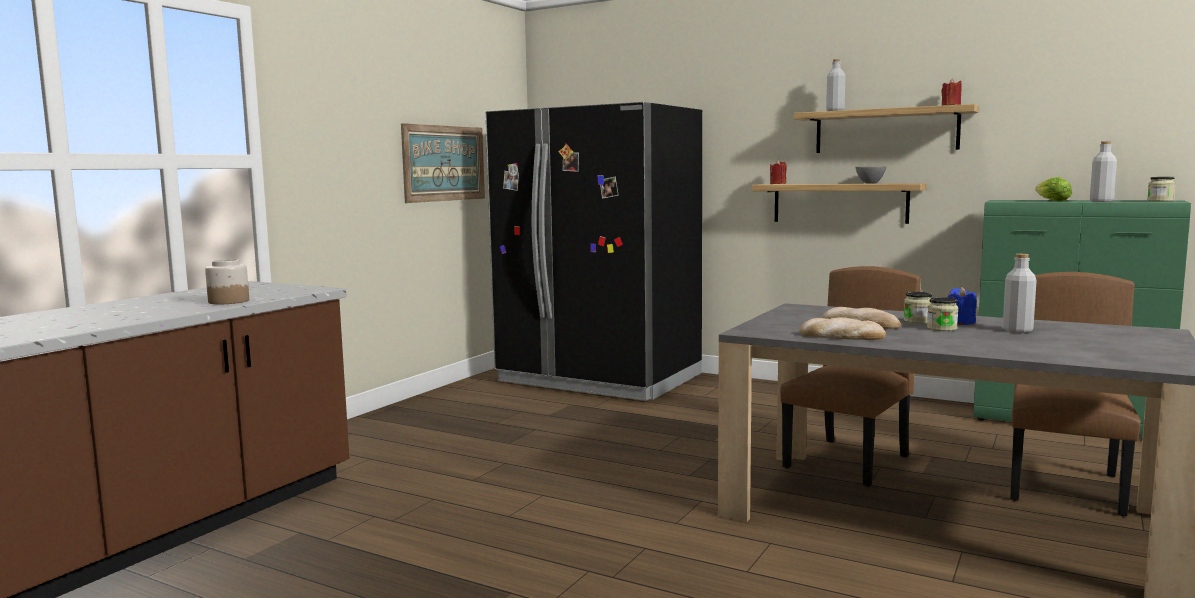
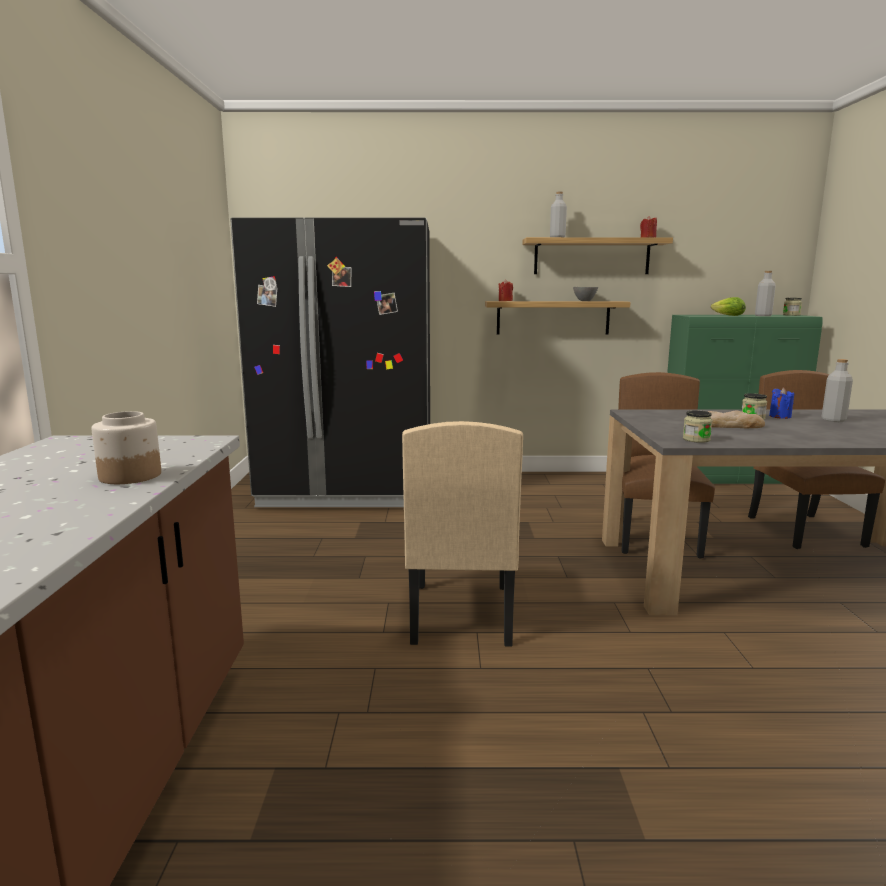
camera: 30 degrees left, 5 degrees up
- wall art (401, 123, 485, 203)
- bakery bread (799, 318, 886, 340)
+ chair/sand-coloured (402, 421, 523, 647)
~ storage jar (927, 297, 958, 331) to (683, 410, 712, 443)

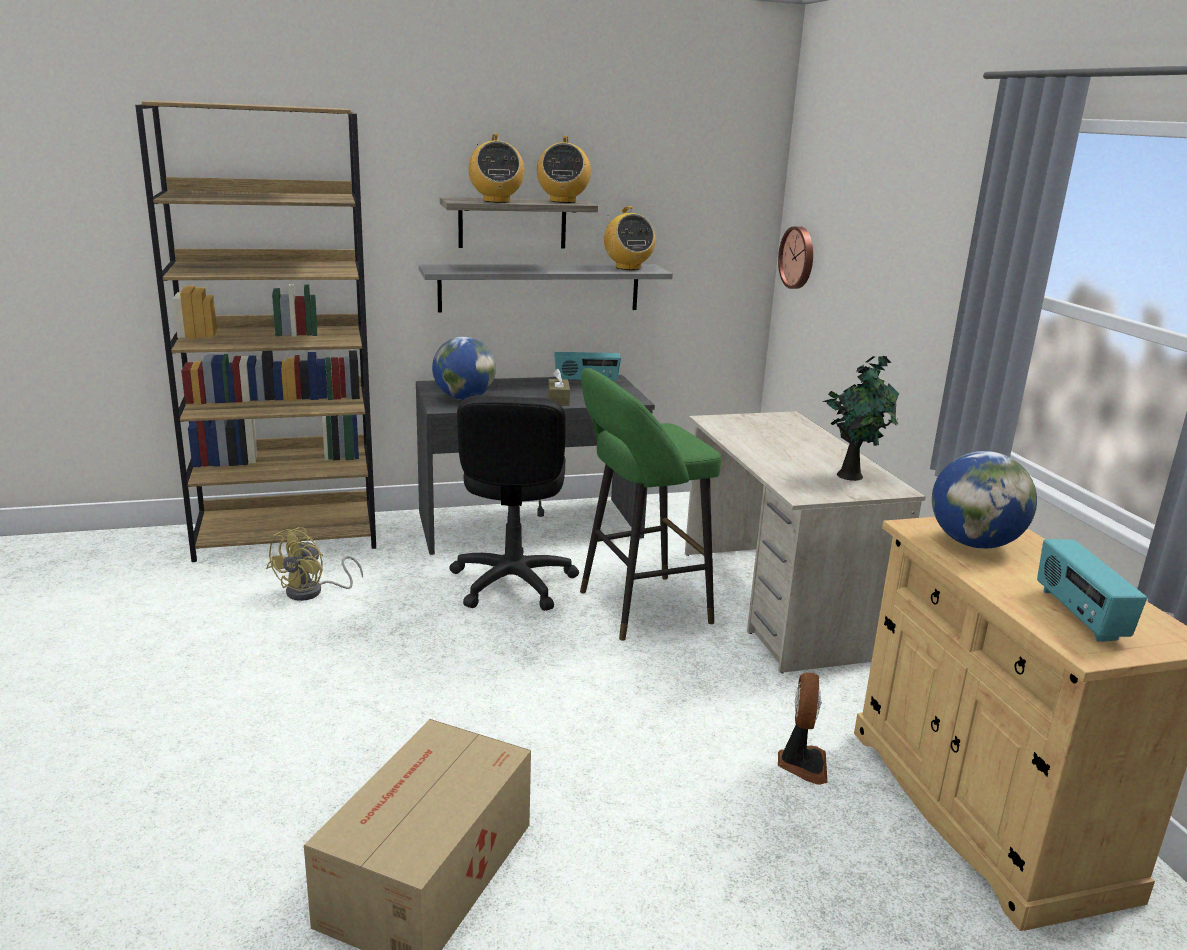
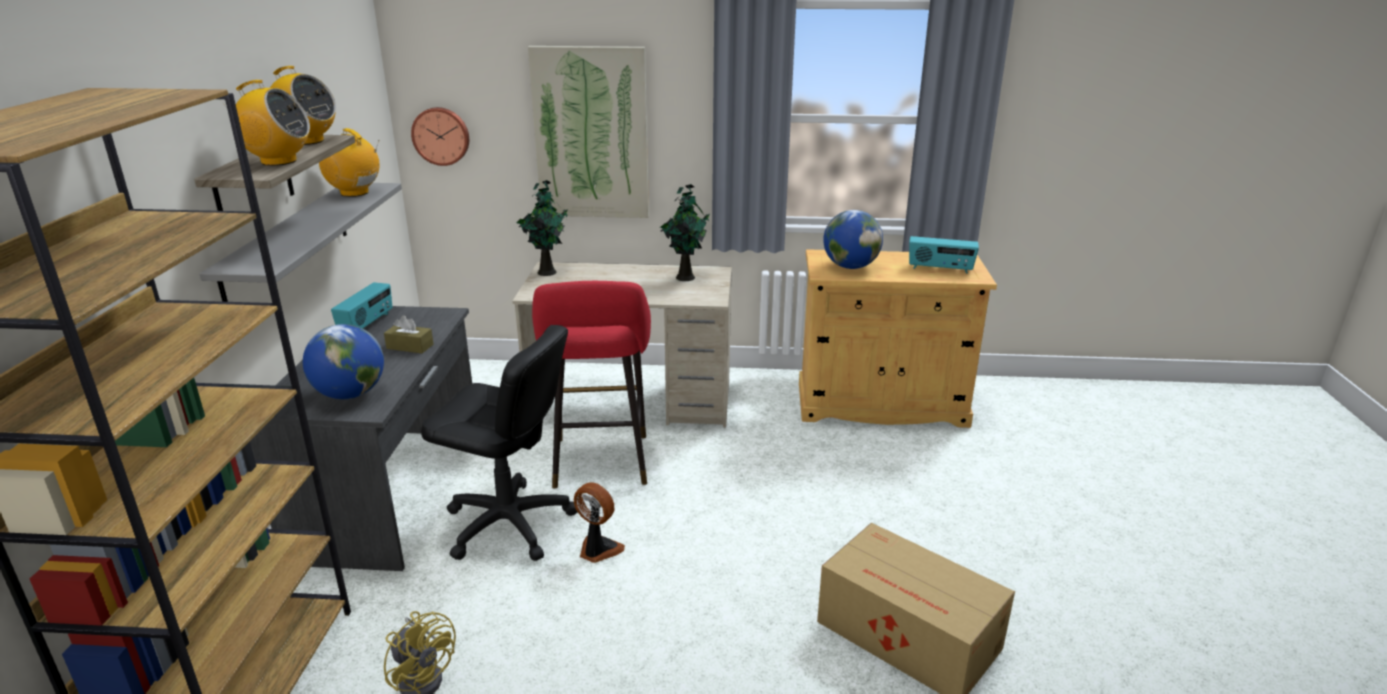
camera: 70 degrees left, 5 degrees up
+ houseplant (516, 180, 568, 276)
+ wall art (528, 46, 649, 218)
~ fan (778, 673, 828, 785) to (574, 482, 625, 563)
~ stool/green (580, 368, 721, 641) to stool/reddish (532, 281, 651, 489)
~ radio (604, 207, 656, 270) = (319, 128, 380, 197) 150 degrees counterclockwise

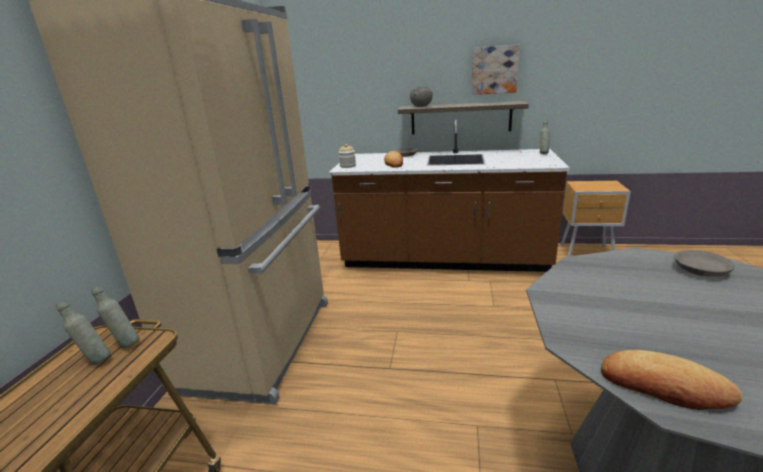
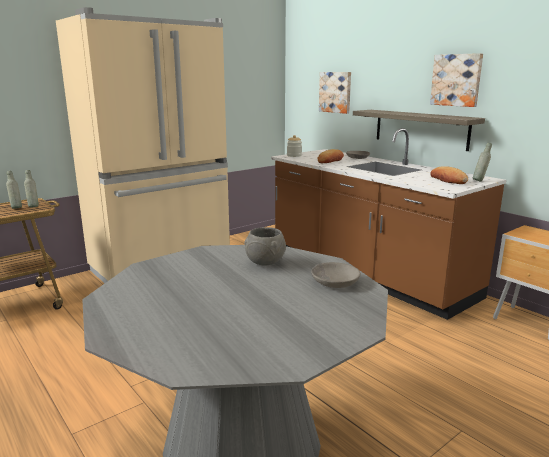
camera: 40 degrees right, 5 degrees down
+ wall art (319, 72, 351, 114)
~ bowl/greyish (410, 87, 433, 107) to (244, 227, 286, 265)
~ bakery bread (601, 350, 743, 410) to (430, 166, 468, 184)

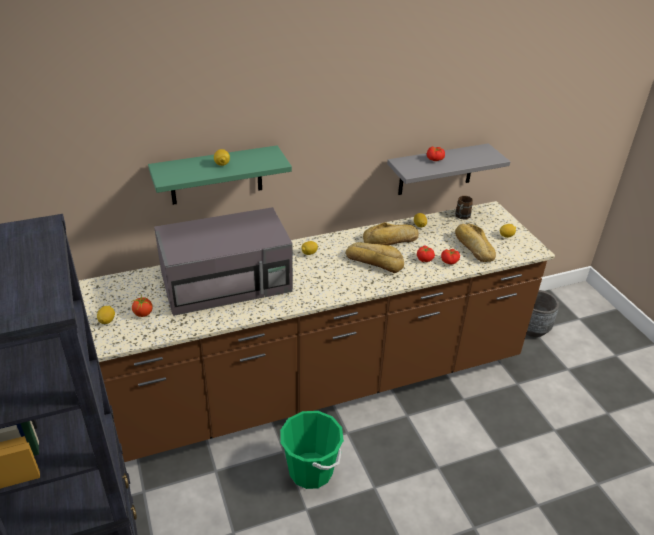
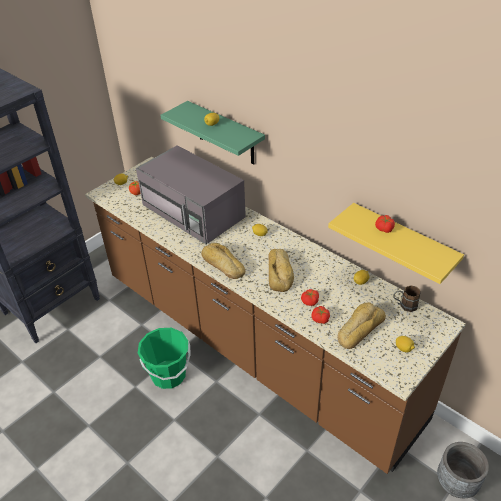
camera: 65 degrees right, 5 degrees up
~ bakery bread (363, 222, 419, 245) to (201, 243, 245, 279)
~ shelf/greyish (387, 143, 511, 195) to shelf/yellowish (328, 203, 464, 284)

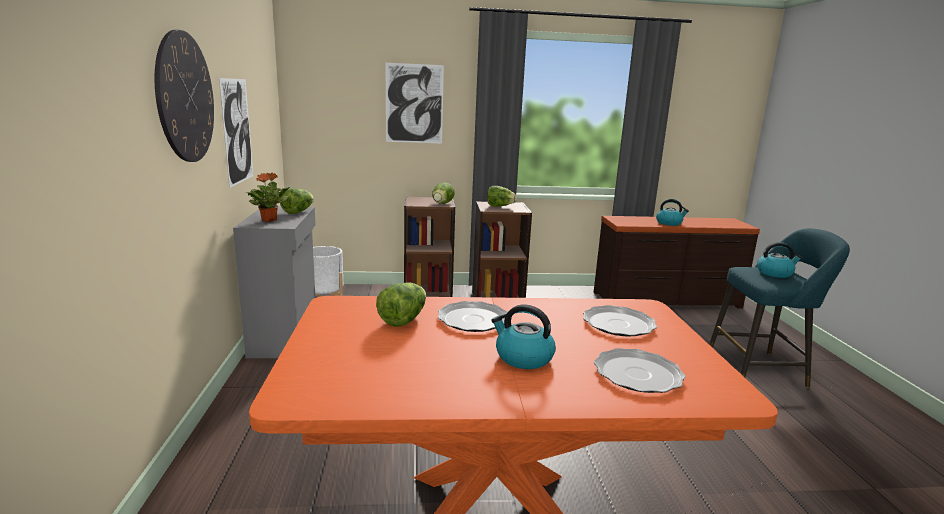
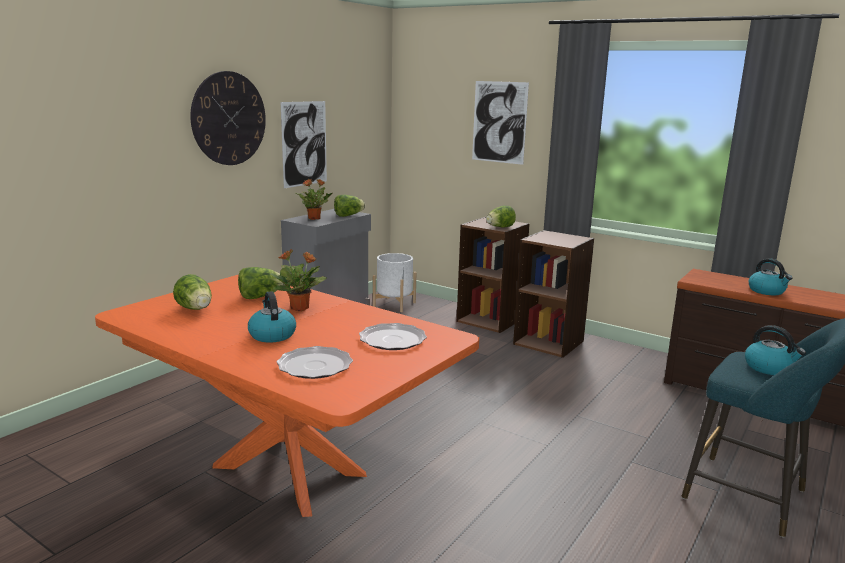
camera: 40 degrees right, 0 degrees up
~ lettuce (487, 186, 517, 207) to (173, 274, 212, 310)
~ plate (438, 301, 508, 332) to houseplant (270, 249, 327, 311)

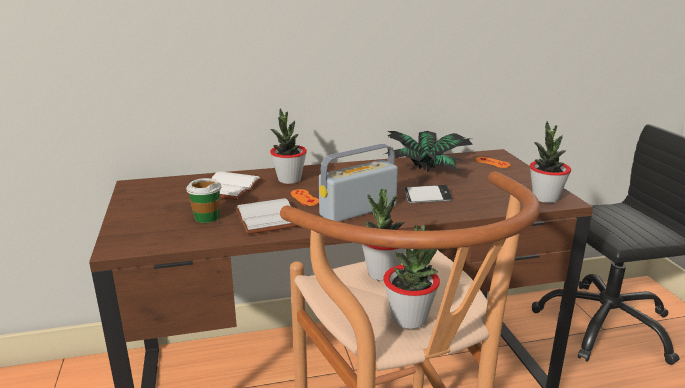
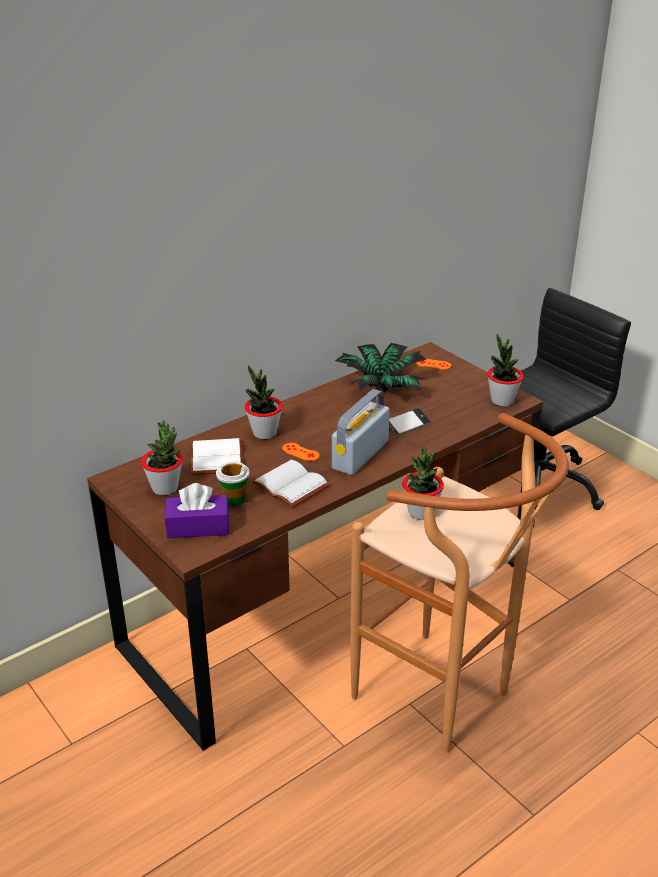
camera: 25 degrees left, 10 degrees up
+ tissue box/purplish (165, 483, 229, 539)
~ houseplant (383, 225, 440, 329) to (141, 420, 183, 495)

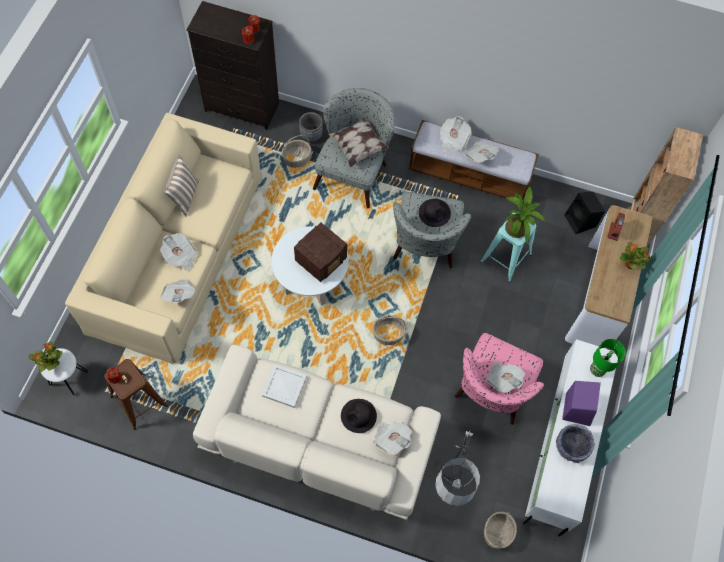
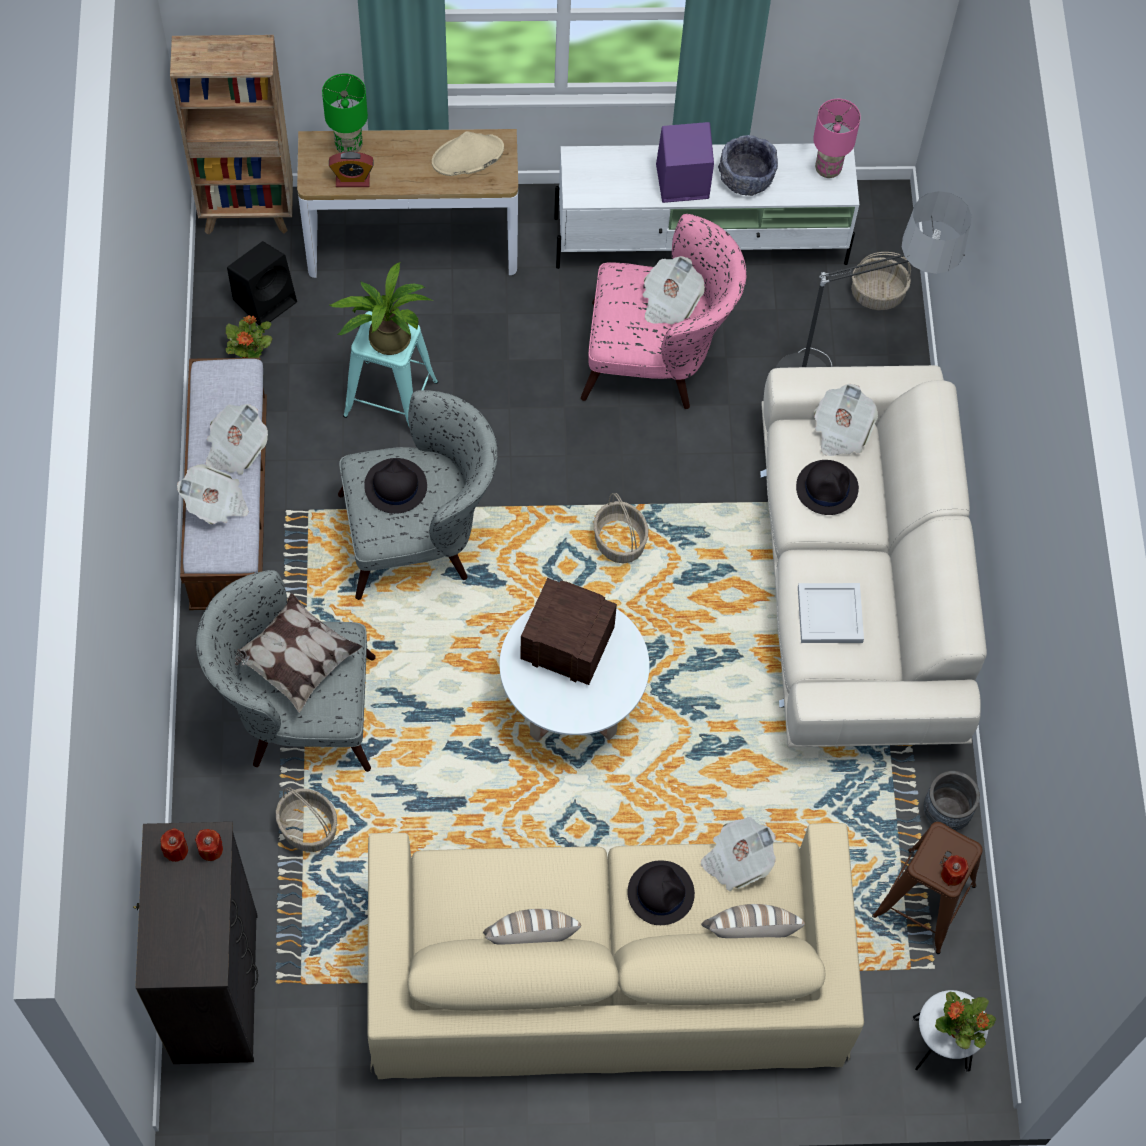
camera: 110 degrees left, 0 degrees up
+ hat/sand-coloured (432, 131, 504, 176)
+ cushion (701, 904, 805, 938)
+ table lamp/pink (813, 99, 861, 178)
~ planter/greyish (299, 112, 323, 142) to (924, 771, 980, 831)
~ table lamp/green (590, 339, 626, 377) to (322, 73, 368, 153)
~ houseplant (620, 241, 651, 270) to (226, 315, 272, 358)
~ daily paper (160, 233, 198, 271) to hat/blackish (627, 861, 695, 925)

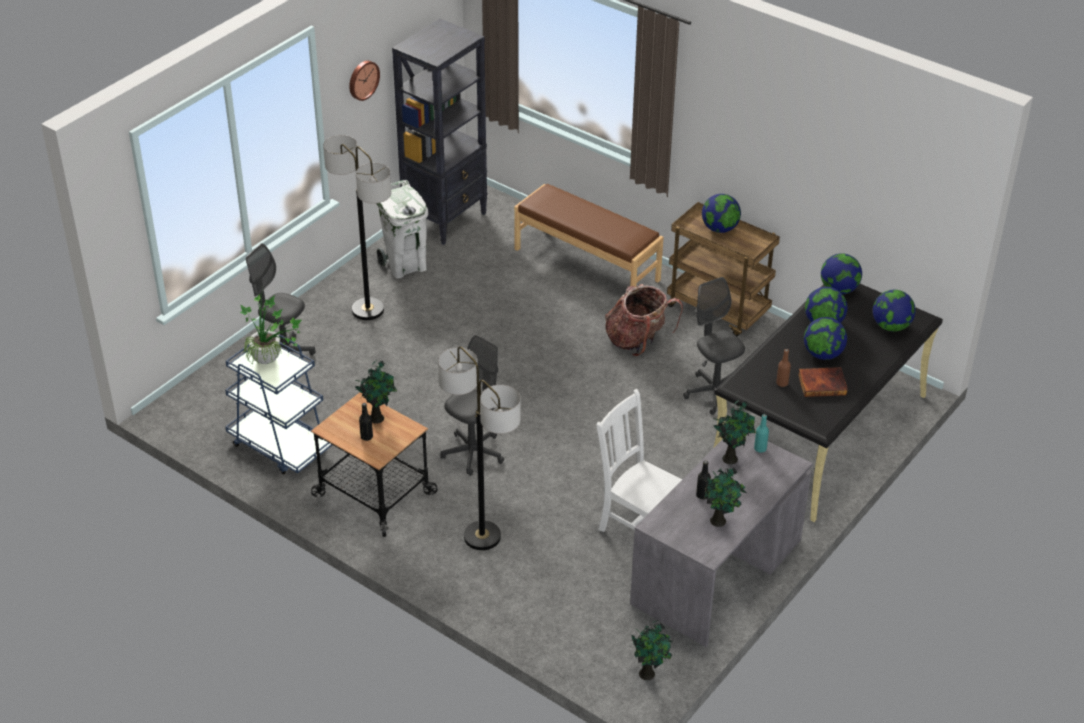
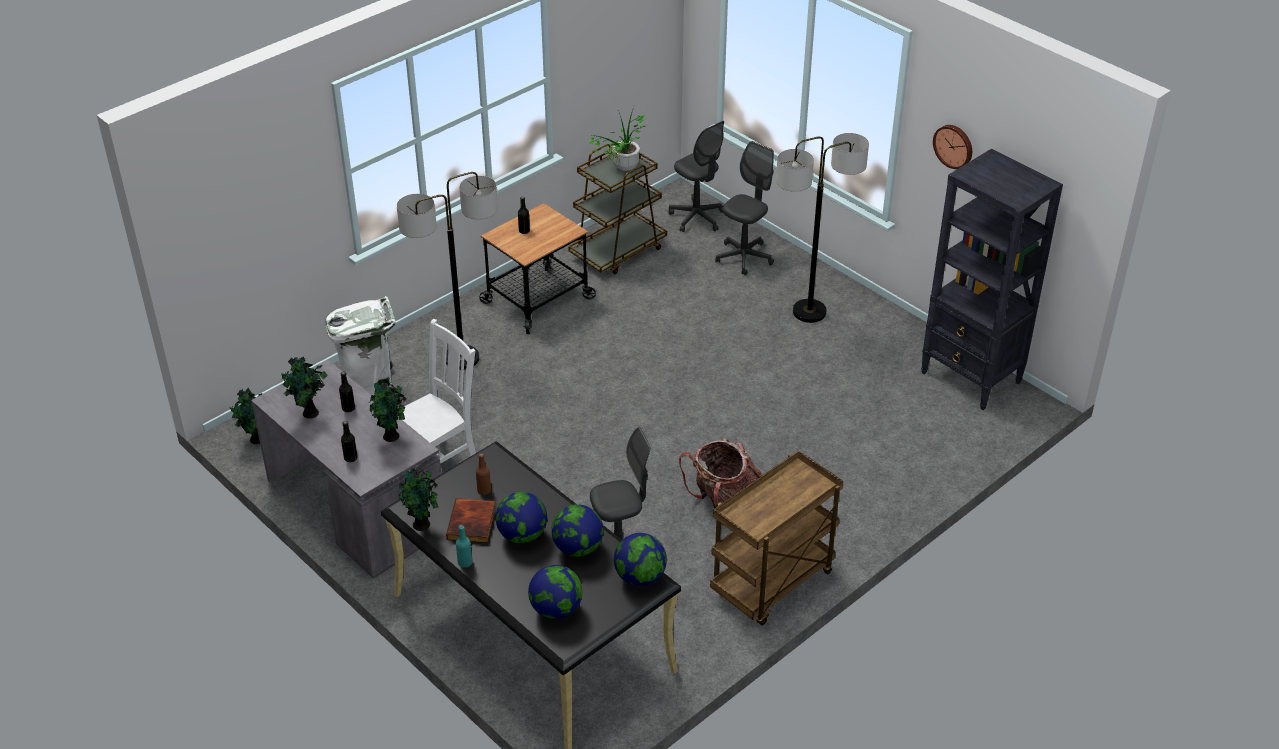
camera: 100 degrees right, 0 degrees up
- bench/brown (514, 184, 664, 287)
- world globe (702, 194, 741, 233)
+ beverage bottle/blackish (341, 421, 358, 462)
~ houseplant (355, 361, 397, 424) to (398, 467, 438, 531)
~ waste bin/white (376, 180, 428, 279) to (325, 296, 397, 397)
~ computer chair/greyish (440, 335, 504, 476) to (669, 121, 724, 232)
~ beverage bottle/blue-green (754, 414, 769, 453) to (456, 525, 472, 568)
~ wheeled cart/blue-coloured (225, 335, 332, 474) to wheeled cart/brown (568, 144, 667, 274)

